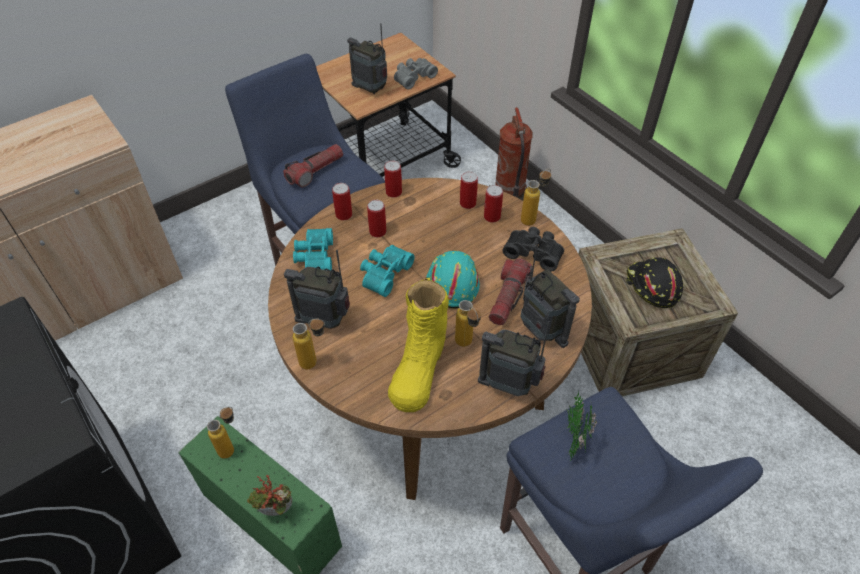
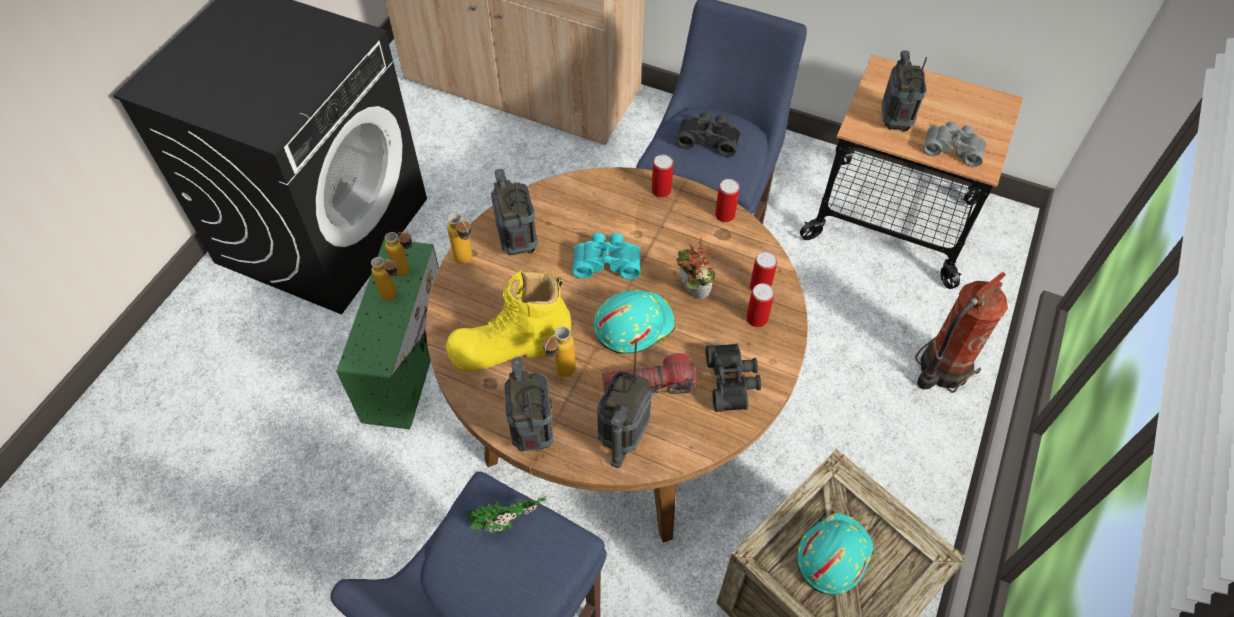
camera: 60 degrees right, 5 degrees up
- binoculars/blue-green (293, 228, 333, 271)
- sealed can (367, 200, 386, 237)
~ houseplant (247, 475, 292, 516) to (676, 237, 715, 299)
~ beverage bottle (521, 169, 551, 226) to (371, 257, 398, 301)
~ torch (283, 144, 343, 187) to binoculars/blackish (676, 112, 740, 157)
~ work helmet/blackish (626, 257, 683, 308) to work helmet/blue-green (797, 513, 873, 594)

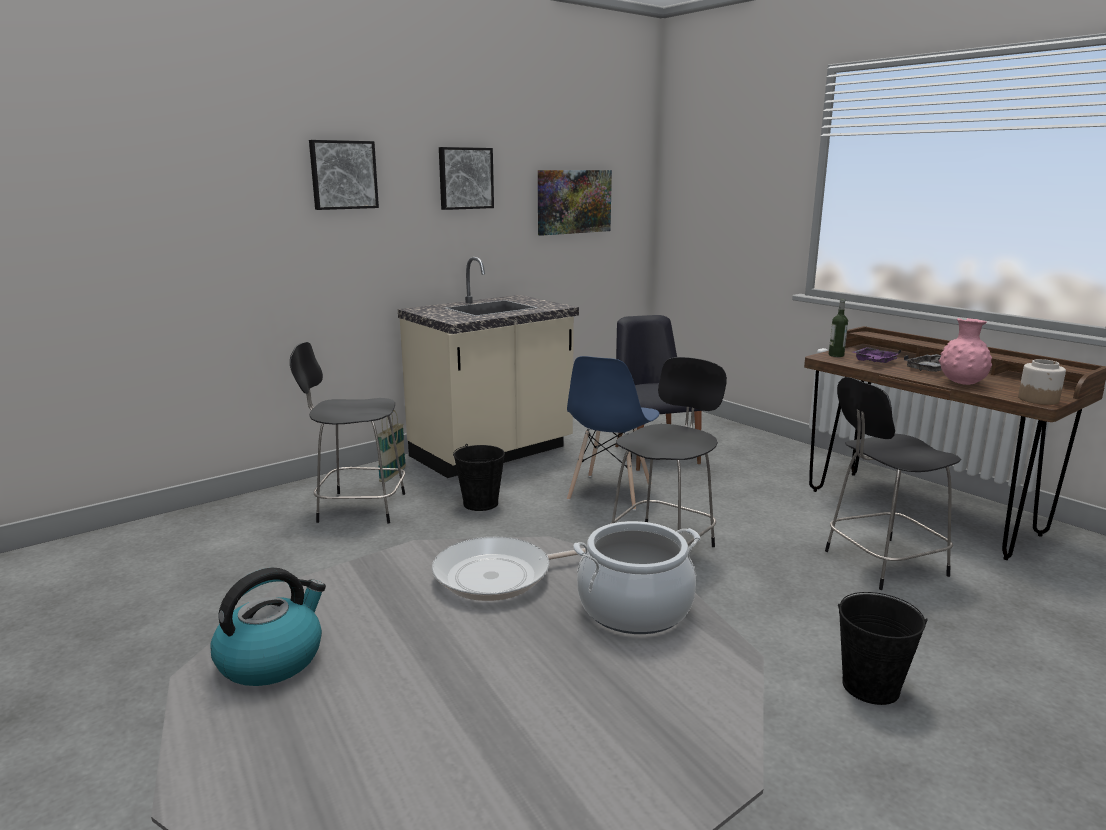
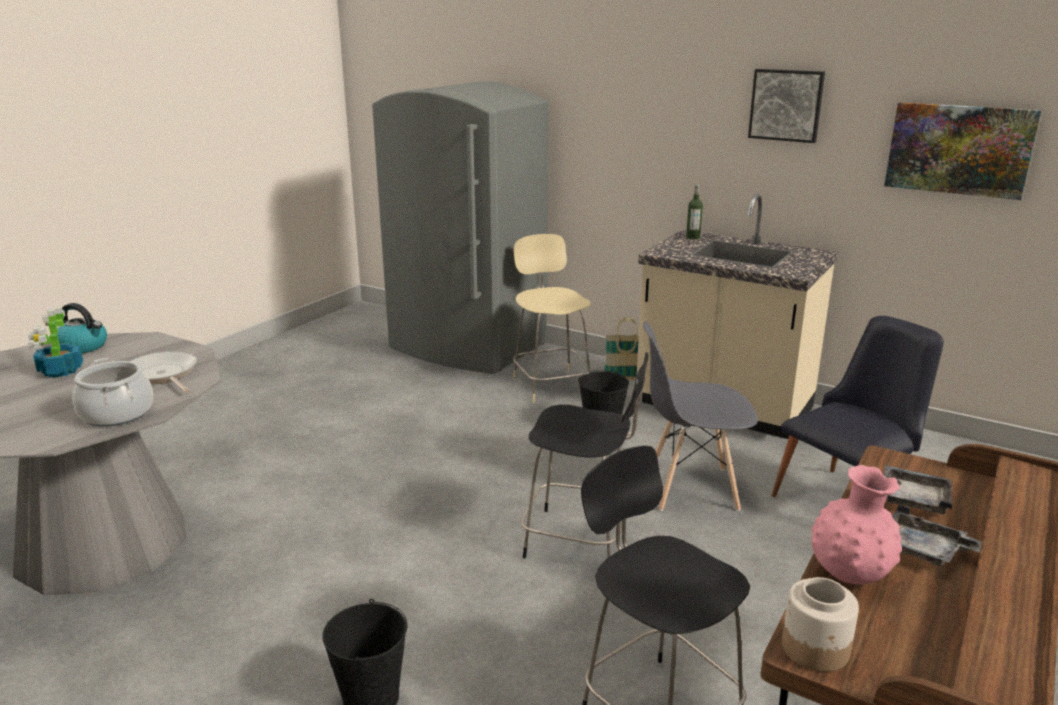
camera: 70 degrees right, 5 degrees up
- wall art (309, 140, 379, 210)
+ houseplant (28, 307, 83, 378)
+ fridge/greyish (372, 81, 549, 374)
~ beverage bottle (829, 299, 848, 357) to (686, 184, 703, 239)
~ stool/blackish (290, 342, 405, 524) to stool/sand-coloured (513, 234, 591, 402)
~ chair/blue-coloured (567, 356, 659, 510) to chair/greyish (643, 321, 758, 511)
~ carrying tray/purplish (853, 347, 901, 363) to carrying tray/greyish (884, 465, 952, 515)

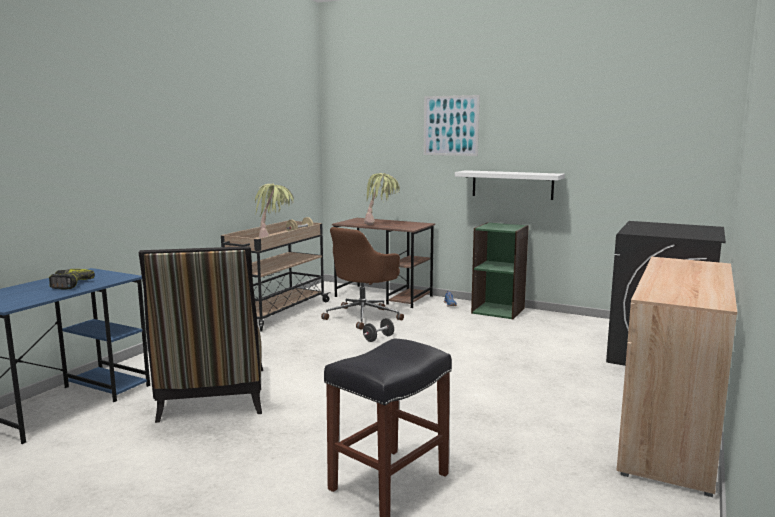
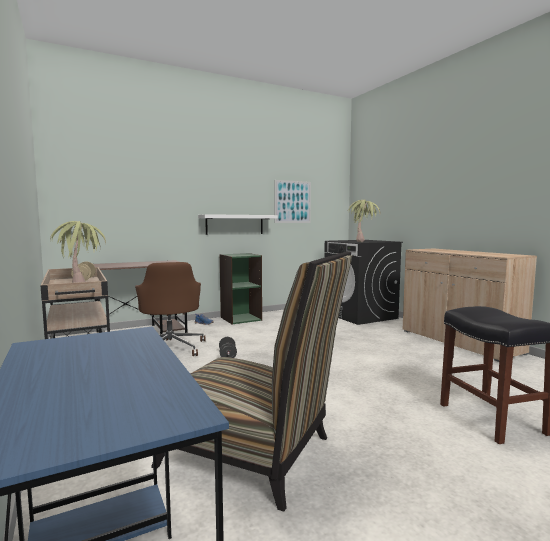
camera: 55 degrees left, 5 degrees down
- drill (49, 269, 95, 289)
~ houseplant (364, 173, 400, 225) to (347, 200, 380, 242)
~ wall art (424, 95, 480, 156) to (275, 180, 311, 223)

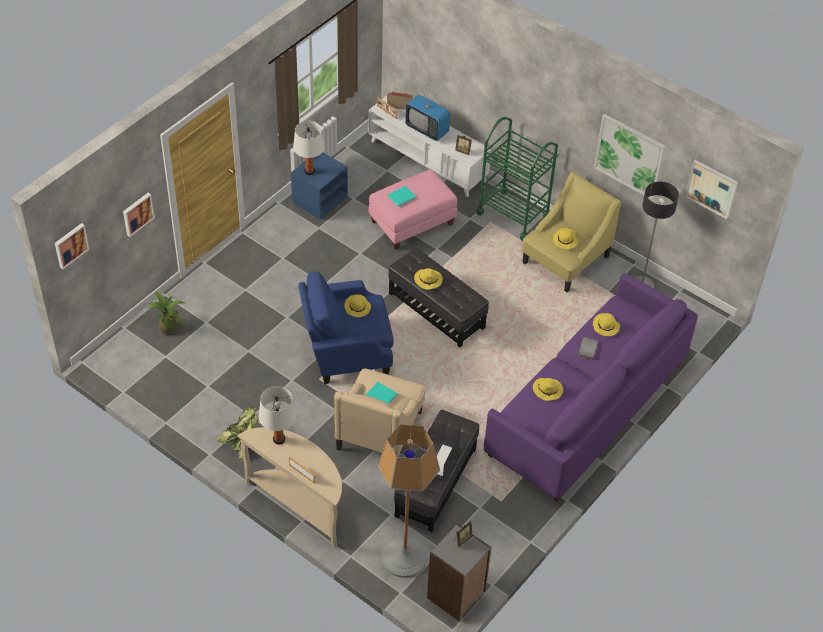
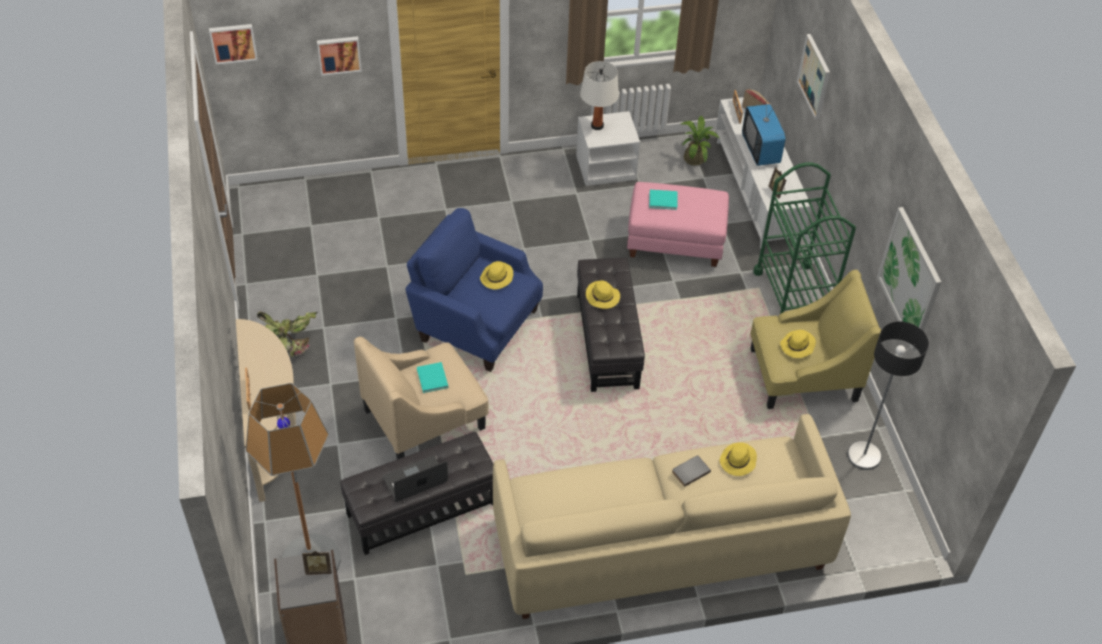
camera: 40 degrees right, 0 degrees up
- table lamp/white (259, 386, 296, 445)
- hat/yellowish (533, 378, 563, 401)
~ houseplant (147, 292, 185, 335) to (680, 116, 720, 166)
~ wall art (685, 160, 738, 219) to (797, 34, 830, 120)
~ bedside table/blue-coloured (291, 152, 348, 220) to bedside table/white (576, 111, 640, 186)
~ sofa/purplish (484, 273, 698, 502) to sofa/sand-coloured (493, 414, 851, 619)

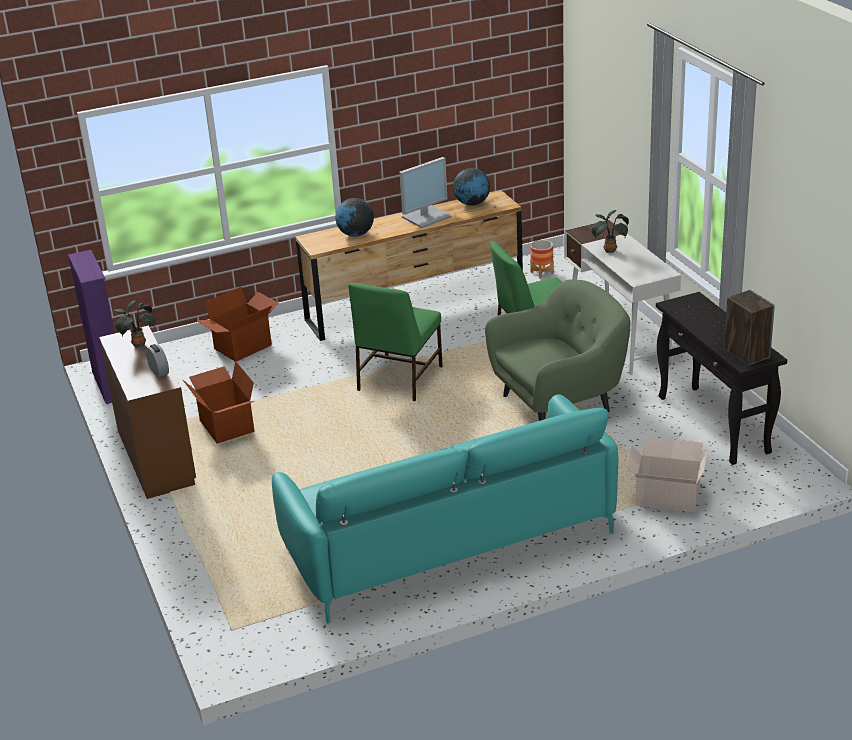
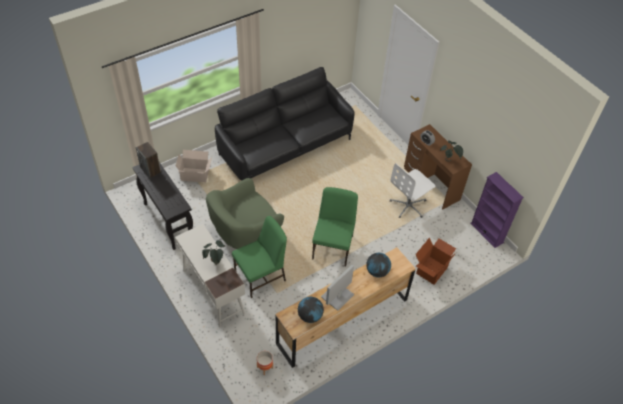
camera: 165 degrees right, 20 degrees up
~ packing box (182, 361, 255, 444) to computer chair/white (390, 163, 436, 218)
~ sofa/blue-green (272, 394, 618, 624) to sofa/blackish (215, 67, 354, 181)

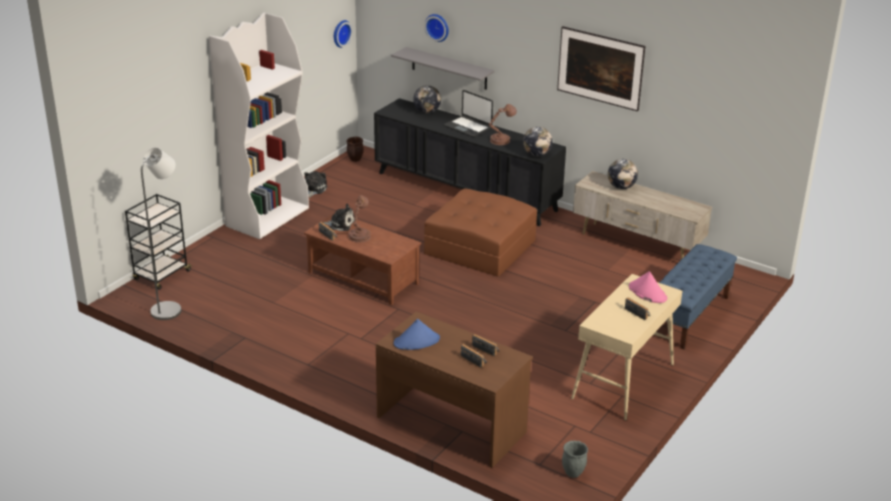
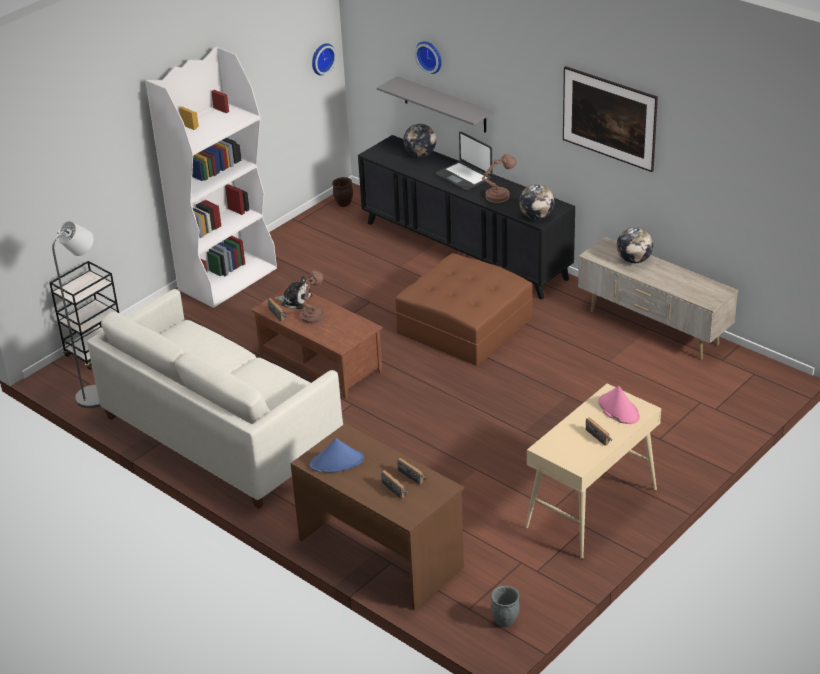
camera: 10 degrees right, 5 degrees up
- cuddly toy (304, 171, 327, 198)
- bench/blue-coloured (659, 244, 737, 350)
+ sofa/white (87, 289, 343, 509)

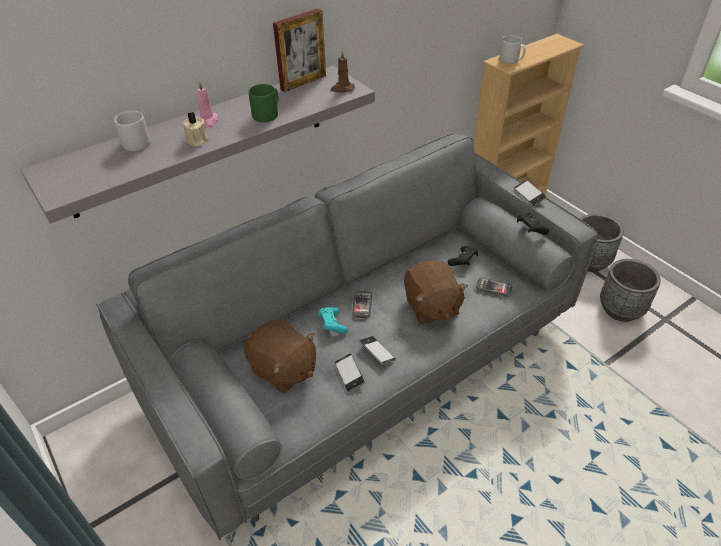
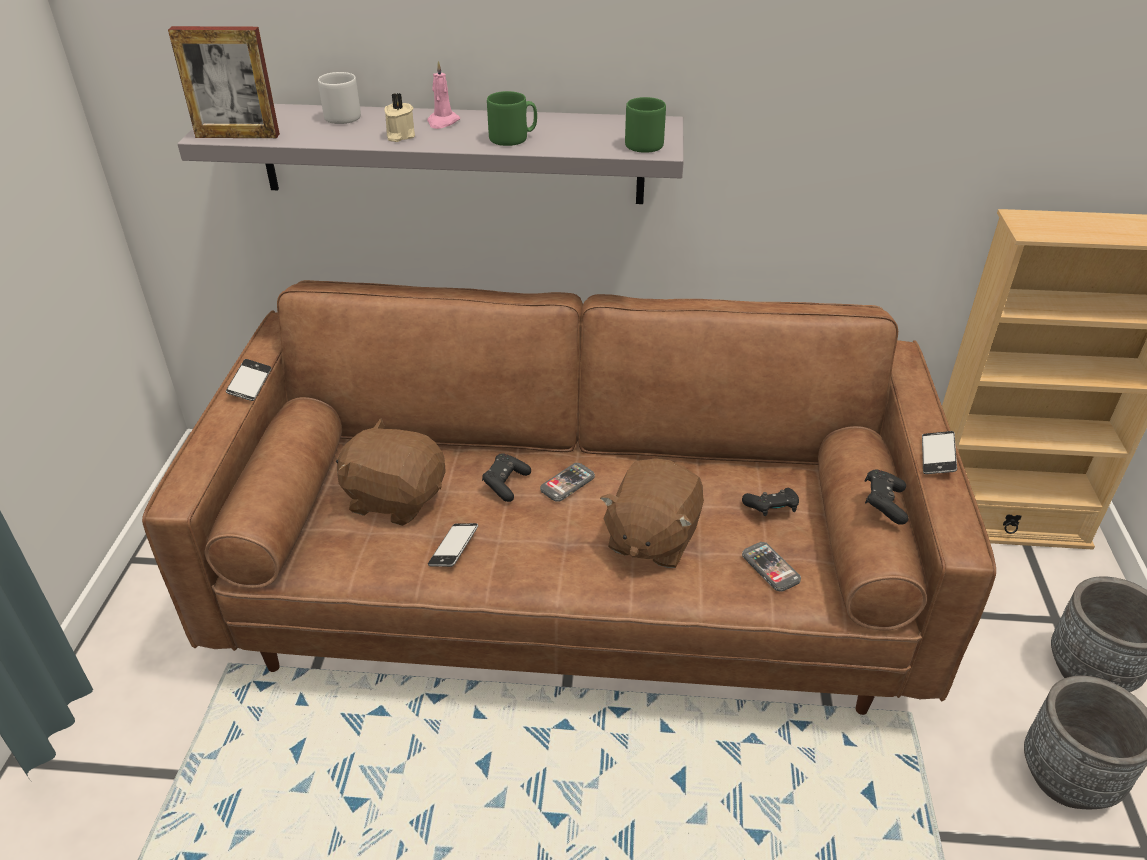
camera: 40 degrees right, 5 degrees down
- coffee mug/greyish (499, 35, 526, 64)
~ standing frame (273, 9, 326, 92) to (168, 26, 280, 138)
~ phone (359, 336, 396, 365) to (226, 359, 272, 401)
~ wax light/brown (330, 51, 355, 92) to coffee mug/green (625, 97, 666, 153)
~ sofa/greyish (96, 133, 598, 540) to sofa/brown (142, 280, 996, 715)
~ game controller/blue-green (318, 307, 348, 334) to game controller/blackish (482, 453, 531, 502)
~ cuddly toy/brown (244, 319, 316, 393) = (336, 418, 446, 526) 120 degrees clockwise

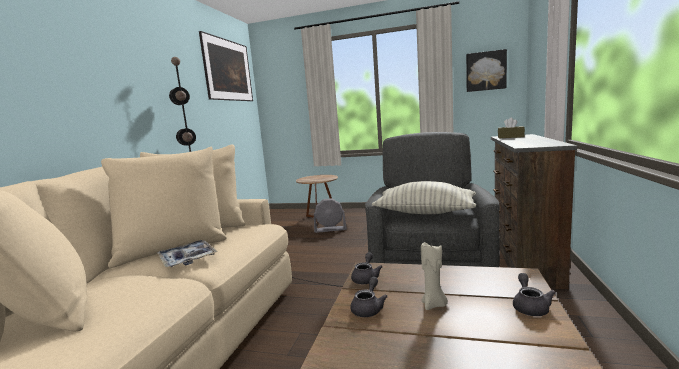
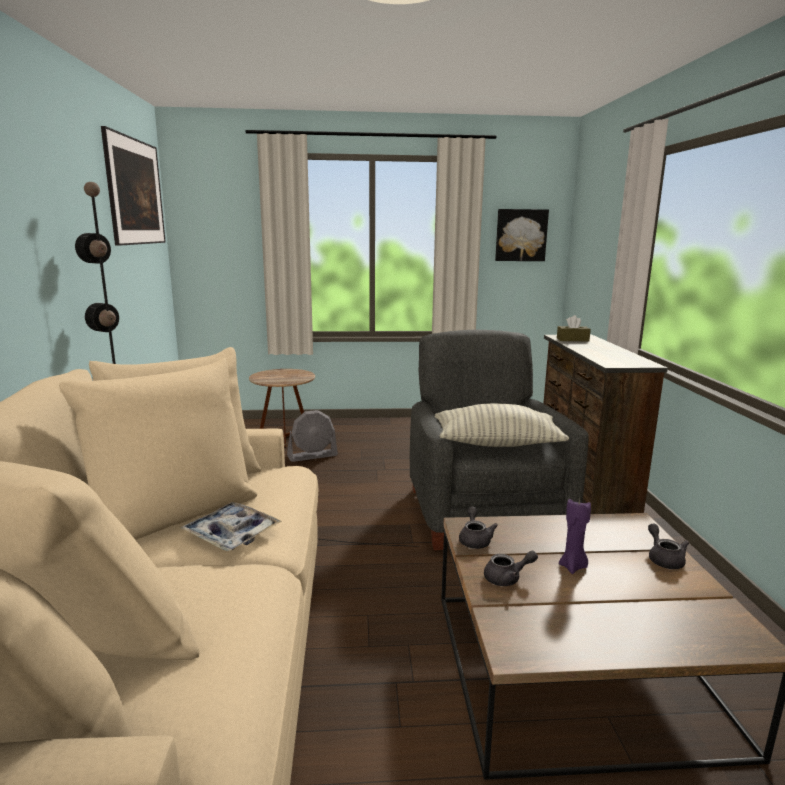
camera: 20 degrees left, 5 degrees up
~ wax light/sand-coloured (421, 242, 448, 310) to wax light/purplish (559, 499, 591, 574)
~ pot for tea/greyish (350, 277, 387, 317) = (484, 551, 538, 586) 75 degrees clockwise

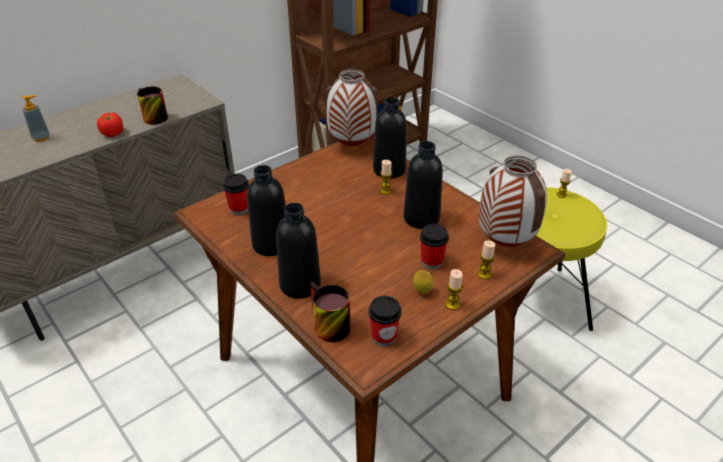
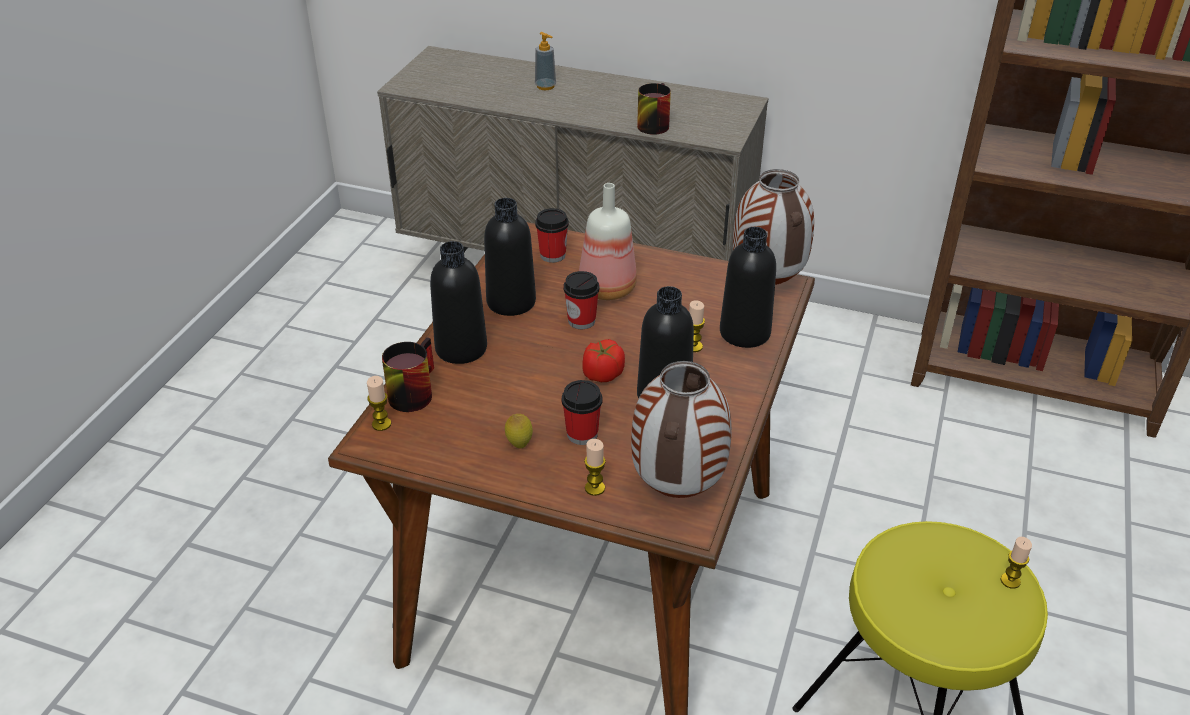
camera: 60 degrees right, 0 degrees up
+ beverage bottle (579, 183, 637, 300)
~ tomato (97, 113, 123, 137) to (582, 339, 625, 382)
~ drinking cup (369, 296, 401, 347) to (563, 271, 600, 329)
~ wax light (445, 269, 463, 310) to (367, 376, 391, 431)

